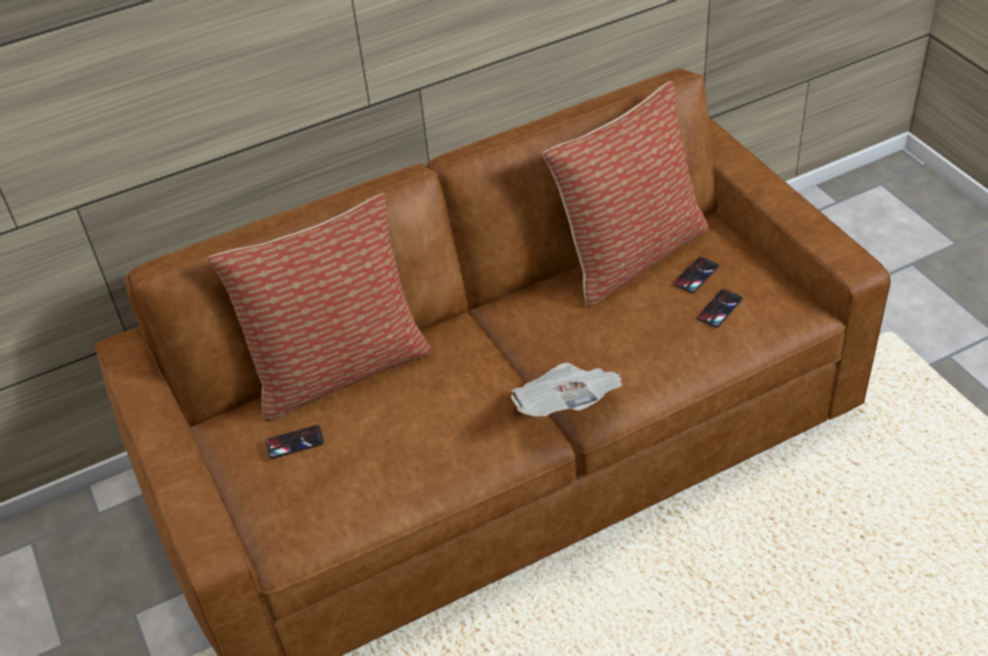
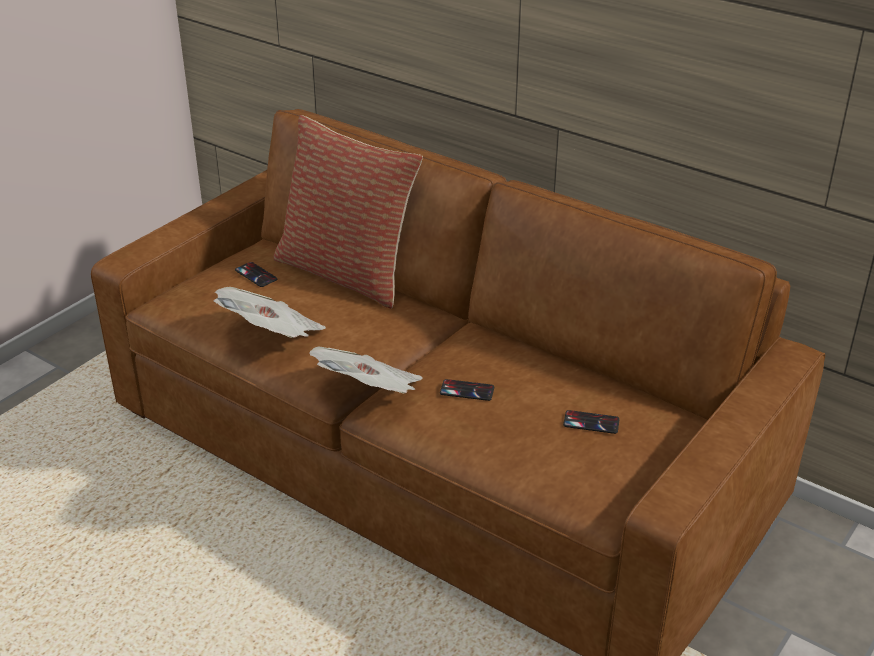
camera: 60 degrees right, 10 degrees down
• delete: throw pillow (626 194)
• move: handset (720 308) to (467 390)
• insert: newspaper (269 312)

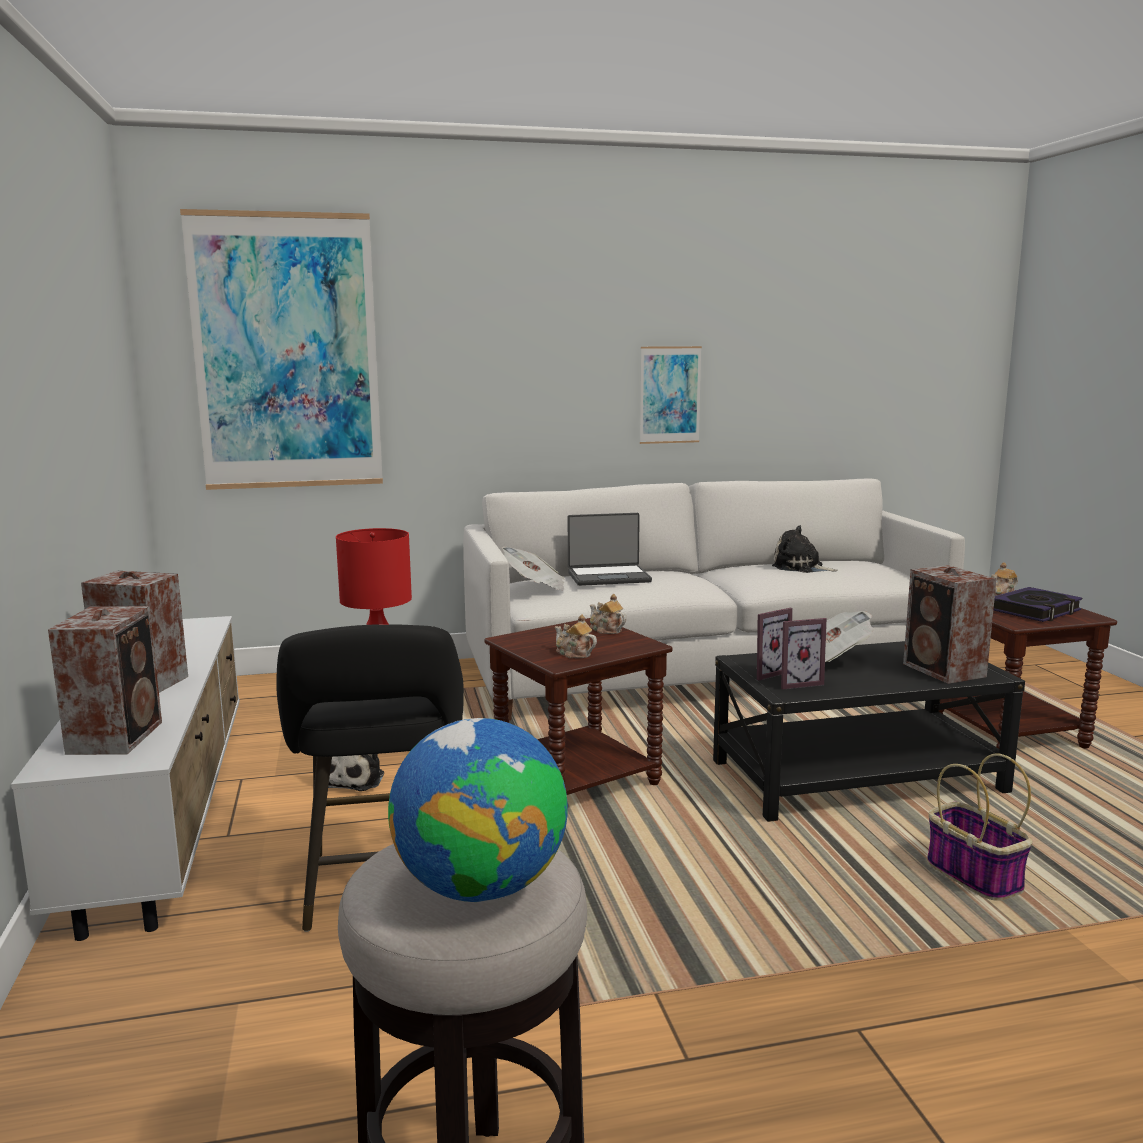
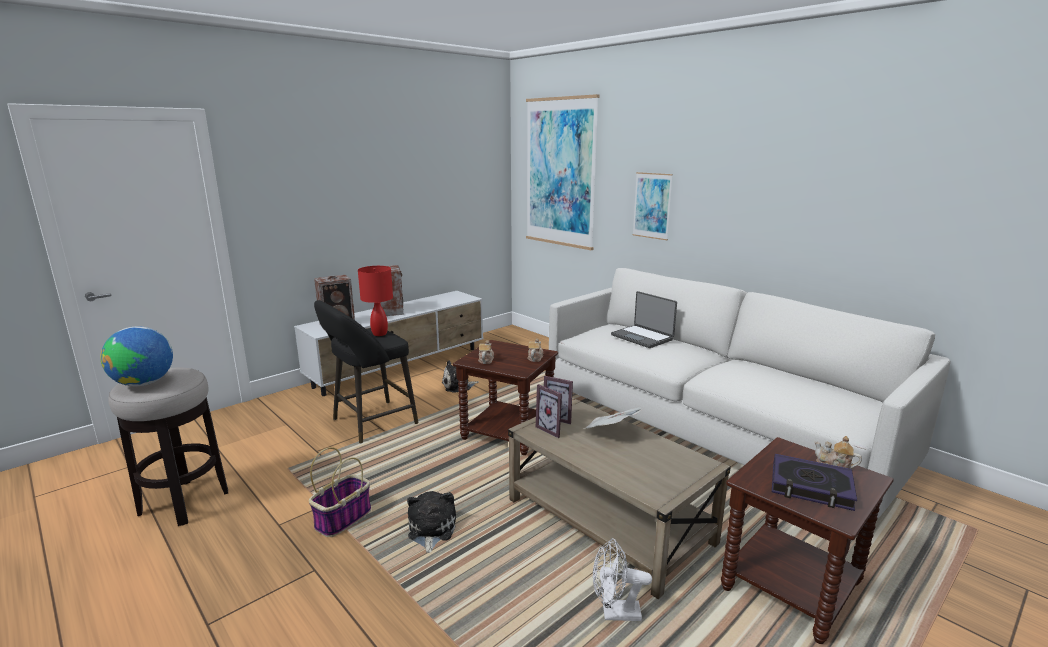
camera: 60 degrees right, 5 degrees up
• move: wall art (671 395) to (652 206)
• move: soft toy (805 549) to (431 522)
• delete: newspaper (533 568)
• delete: audio speaker (950 624)
• recolor: black-coloured low table (869 731) to sand-coloured low table (619 499)
• move: basket (980 827) to (340 492)
• insert: white electric fan (622 579)

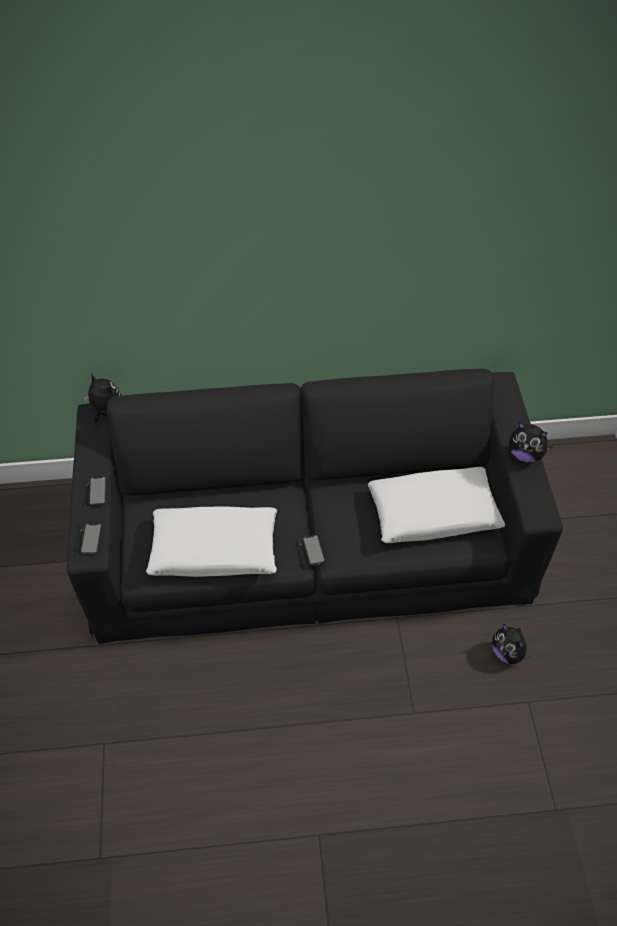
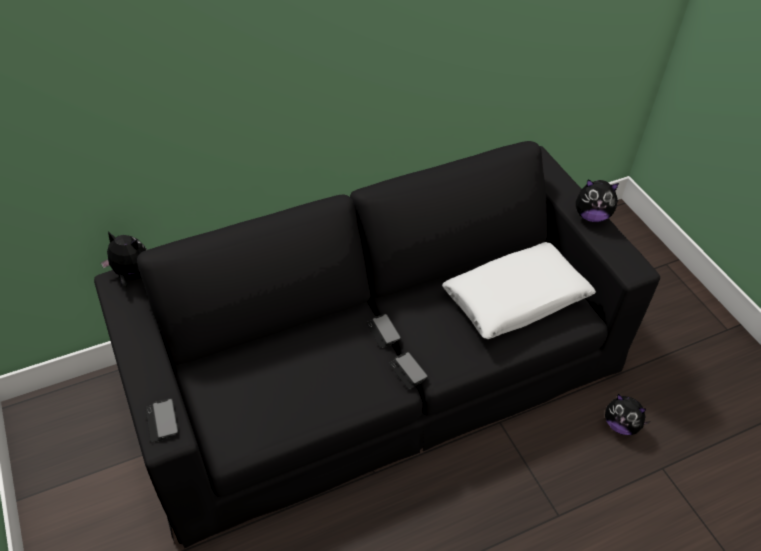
camera: 20 degrees left, 5 degrees down
• move: handset (95 491) to (383 330)
• delete: white throw pillow (211 541)

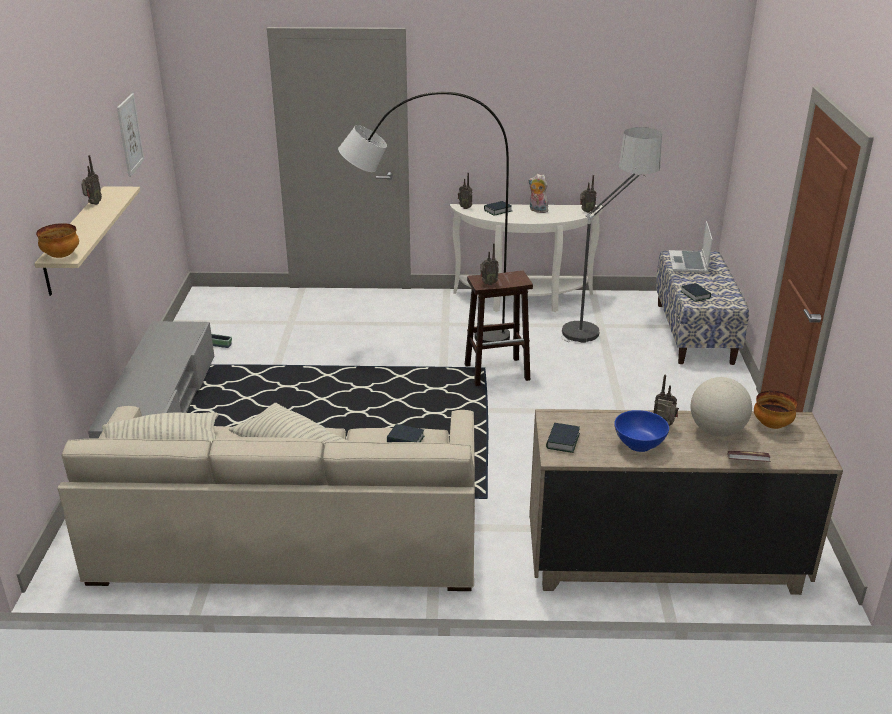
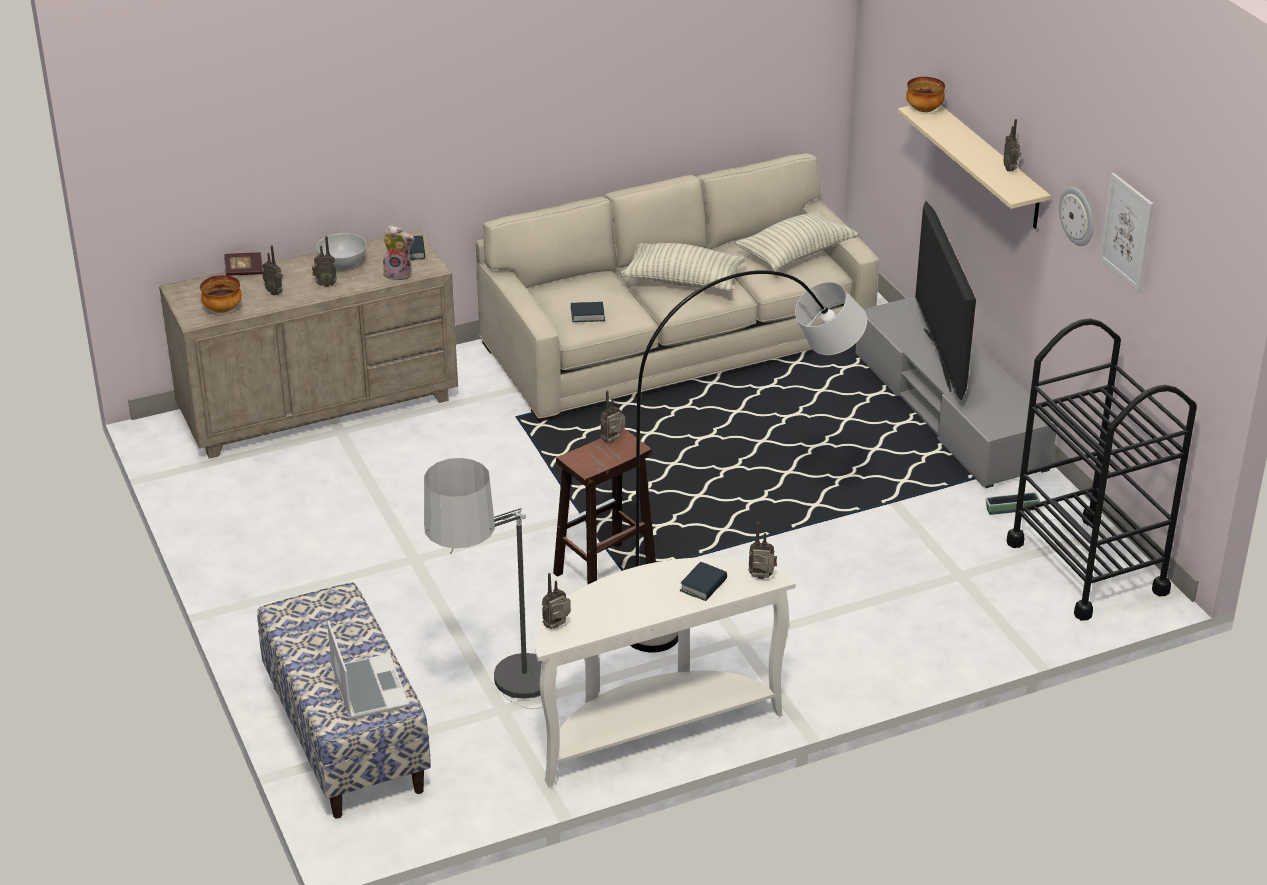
camera: 155 degrees right, 5 degrees up
• move: soft toy (538 193) to (399 253)
• delete: bound book (696 292)
• replace: globe (721 407) to radio (272 270)
• recolor: bluish bowl (641 431) to white bowl (341 252)
• insert: wall clock (1076 216)
• insert: TV set (945 301)
• insert: black-coloured trolley (1102 470)

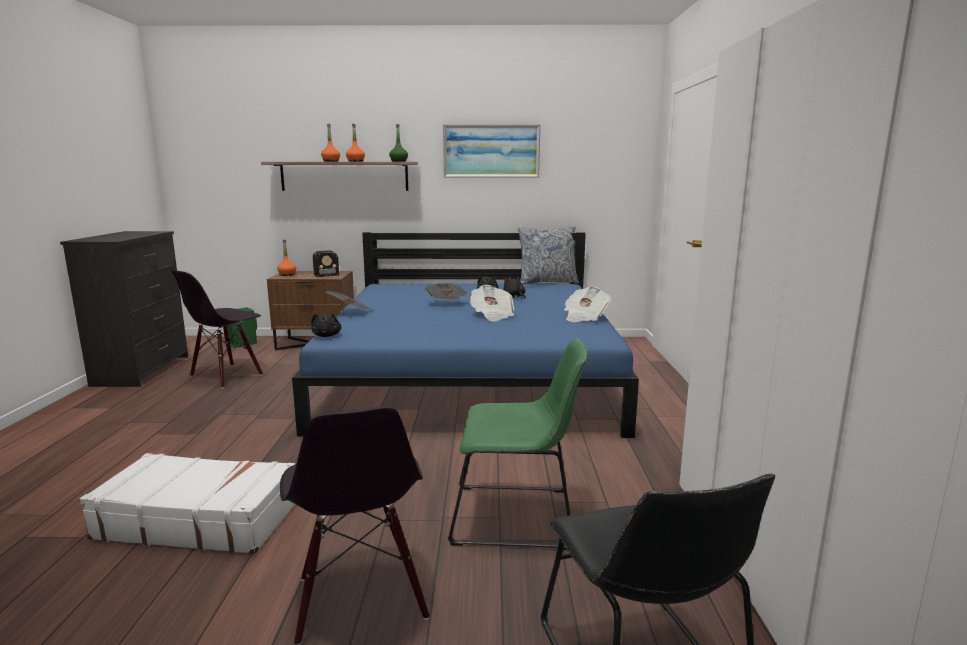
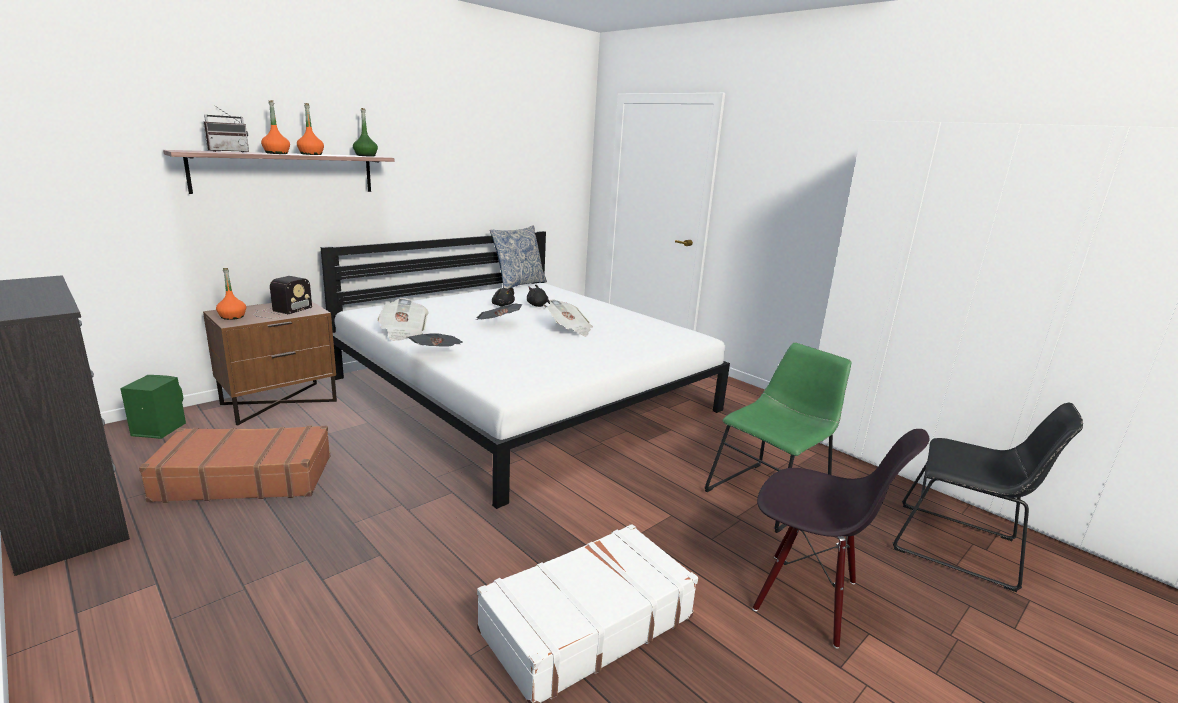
camera: 45 degrees left, 5 degrees up
• delete: wall art (491 151)
• recolor: bluish bedroom bed (465 335) to white bedroom bed (525 370)
• replace: black-coloured upright chair (217 329) to brownish piece of luggage (234 464)
• move: newspaper (587 304) to (403 319)
• delete: black-coloured soft toy (326 325)
• insert: radio (226 129)

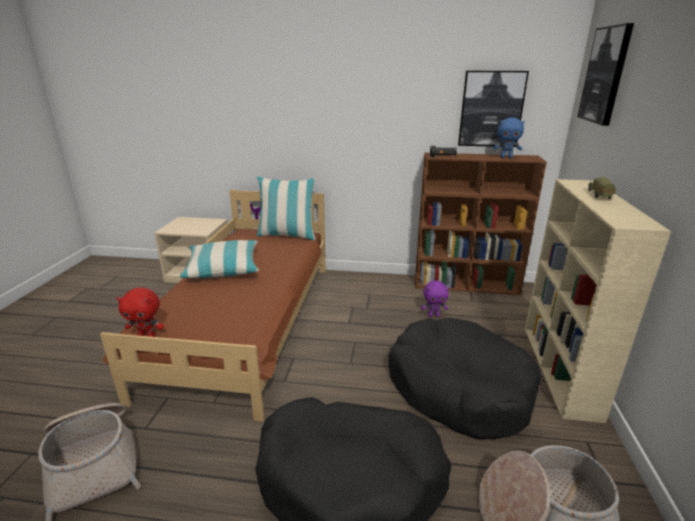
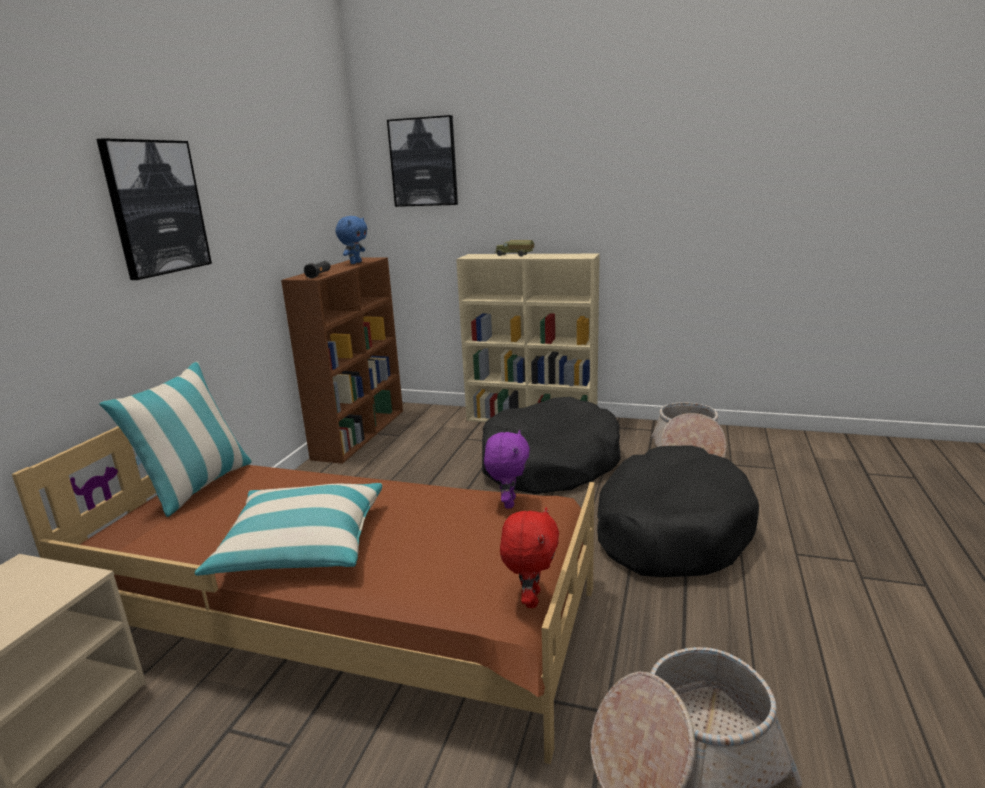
camera: 80 degrees left, 5 degrees down
• move: wall art (493 109) to (154 209)
• move: purple soft toy (435 298) to (507 469)

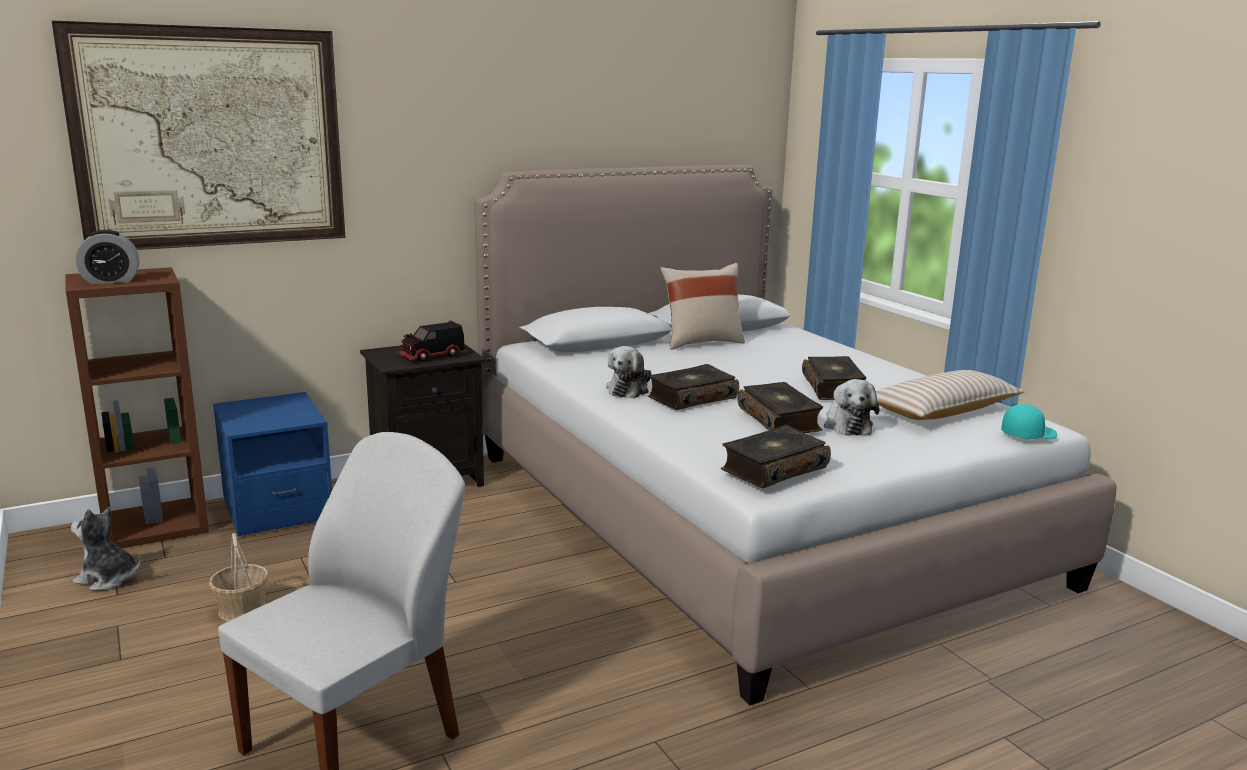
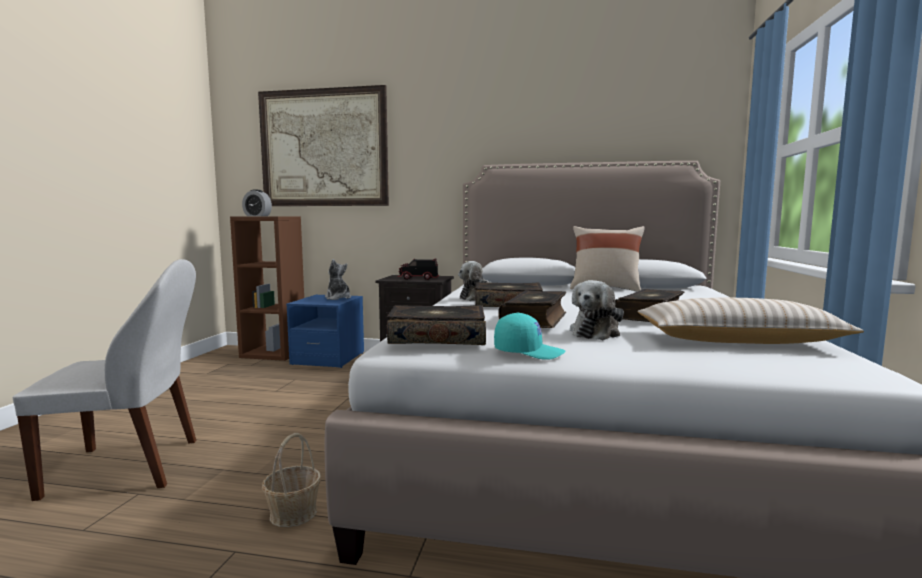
camera: 40 degrees right, 10 degrees down
• move: turquoise peaked cap (1029 421) to (529 336)
• move: soft toy (106 549) to (338 279)
• move: basket (239 577) to (291 480)

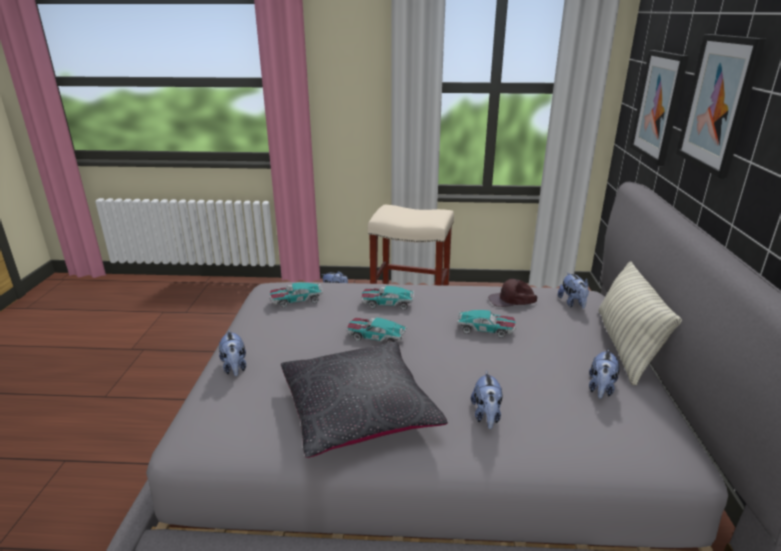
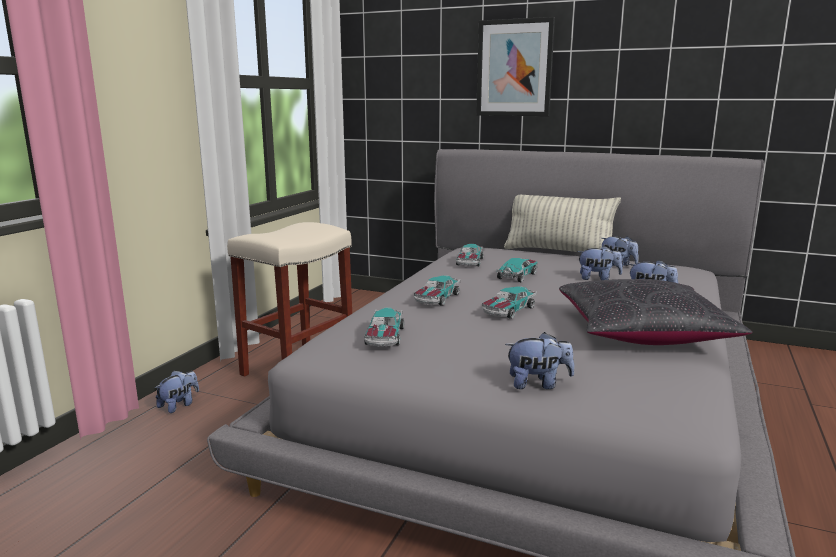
camera: 70 degrees left, 10 degrees down
• delete: wall art (659 108)
• move: soft toy (573 290) to (600 263)
• replace: brownish peaked cap (512 293) to toy car (470 255)

